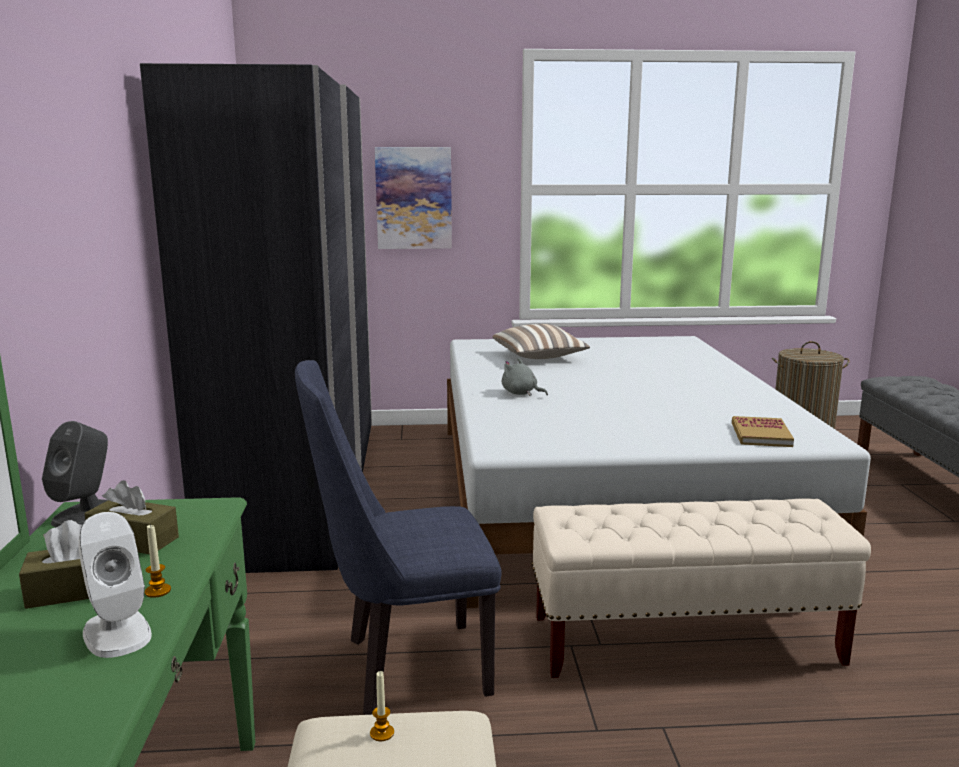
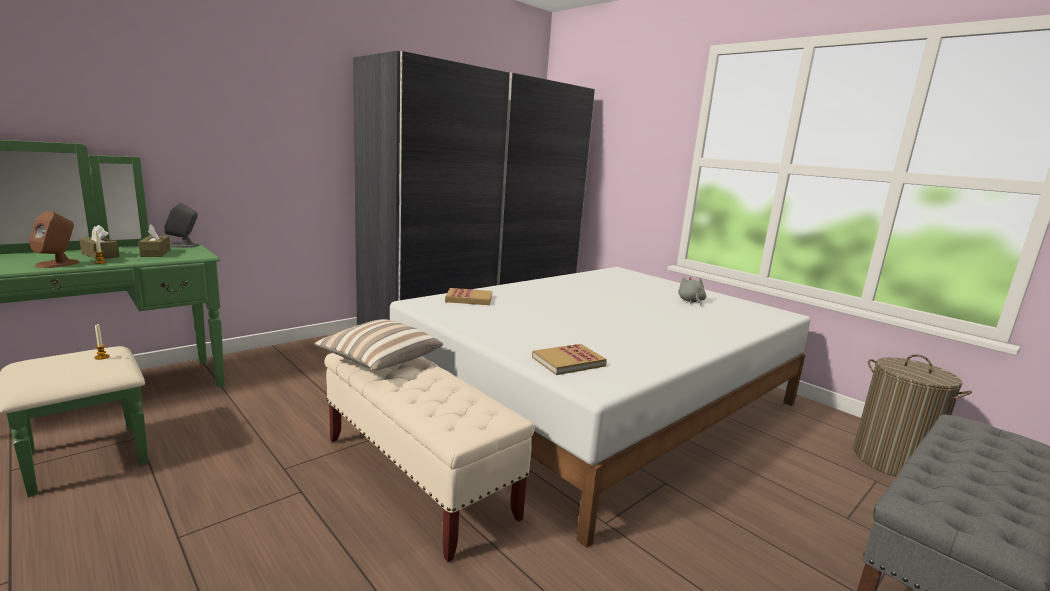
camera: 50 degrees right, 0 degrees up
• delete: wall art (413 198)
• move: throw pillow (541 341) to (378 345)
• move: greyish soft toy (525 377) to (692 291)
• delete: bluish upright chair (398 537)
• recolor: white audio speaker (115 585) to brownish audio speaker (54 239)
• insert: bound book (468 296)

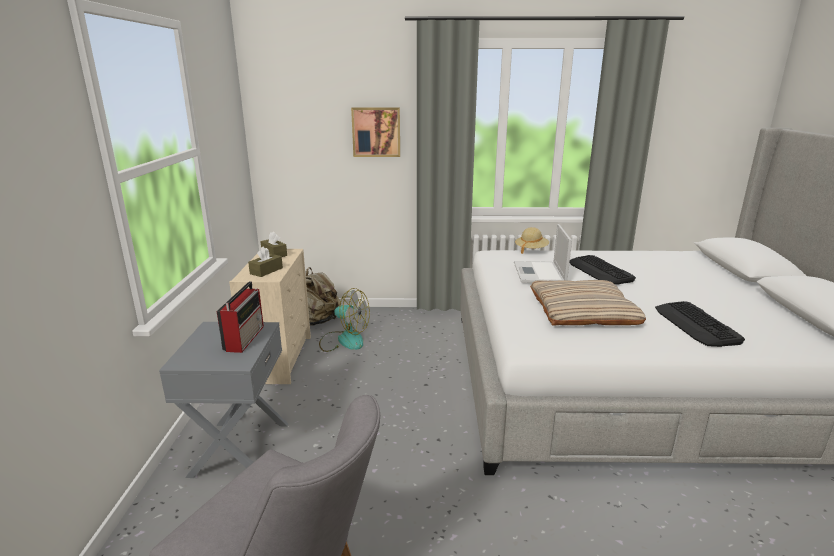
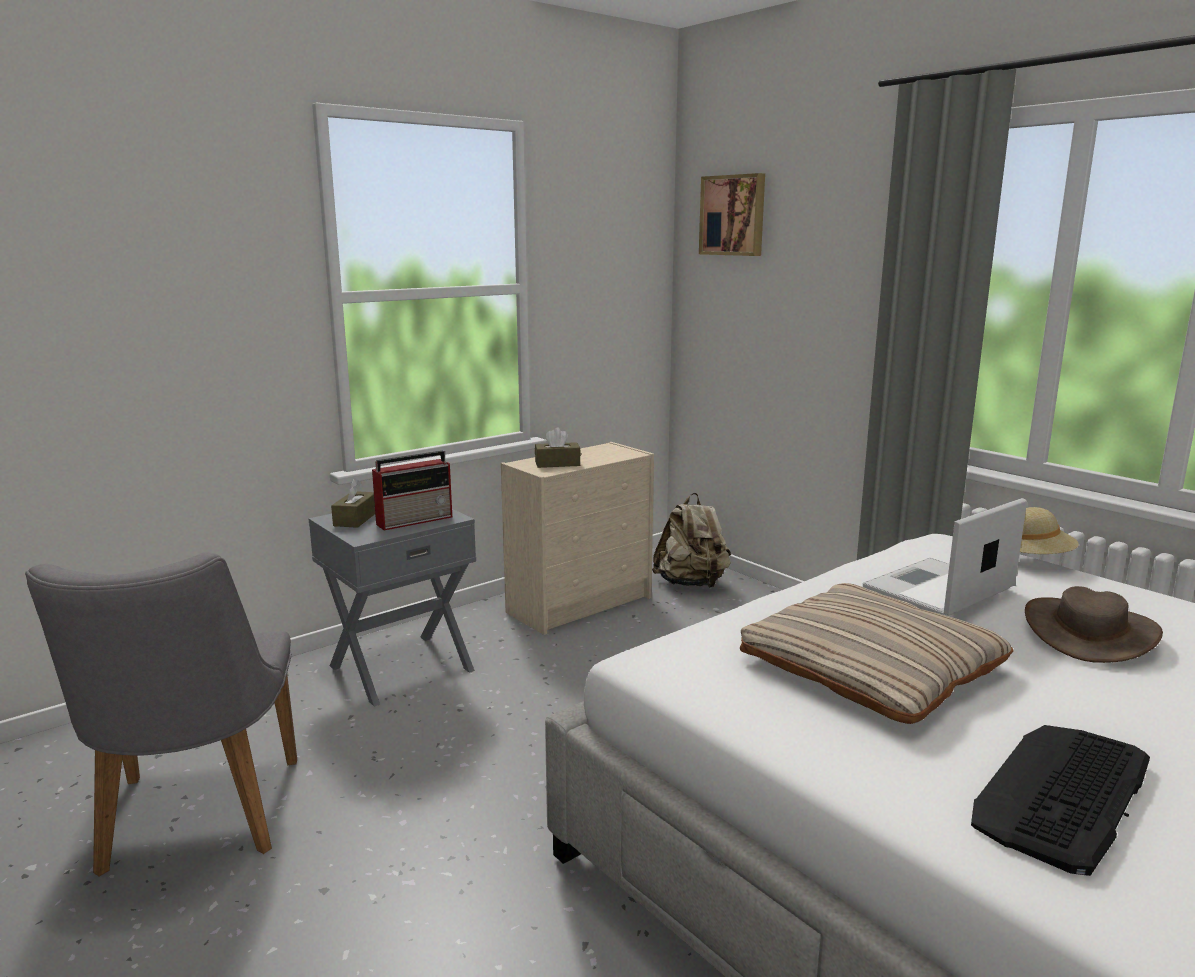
camera: 50 degrees right, 5 degrees down
• move: wall art (375 132) to (732 214)
• move: brownish tissue holder (273 244) to (353 503)
• replace: computer keyboard (602 269) to brownish hat (1094 624)
• delete: electric fan (344 320)

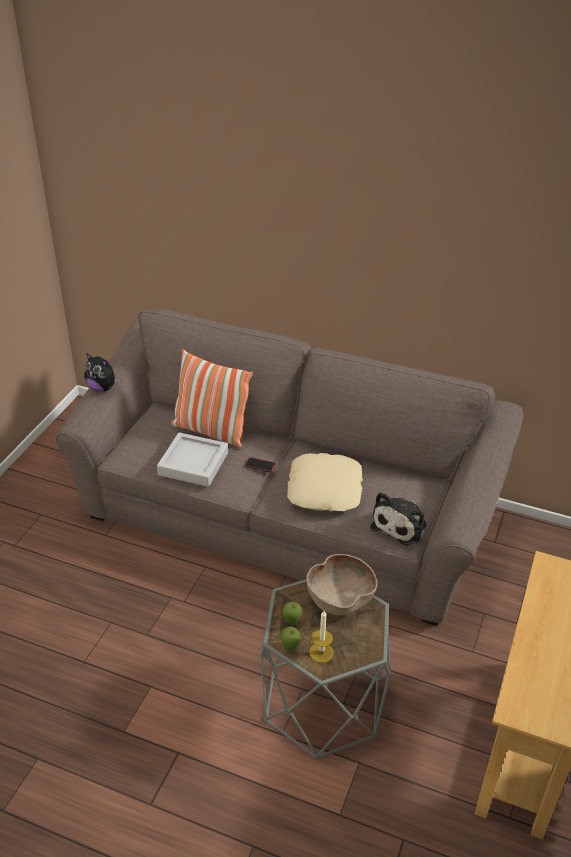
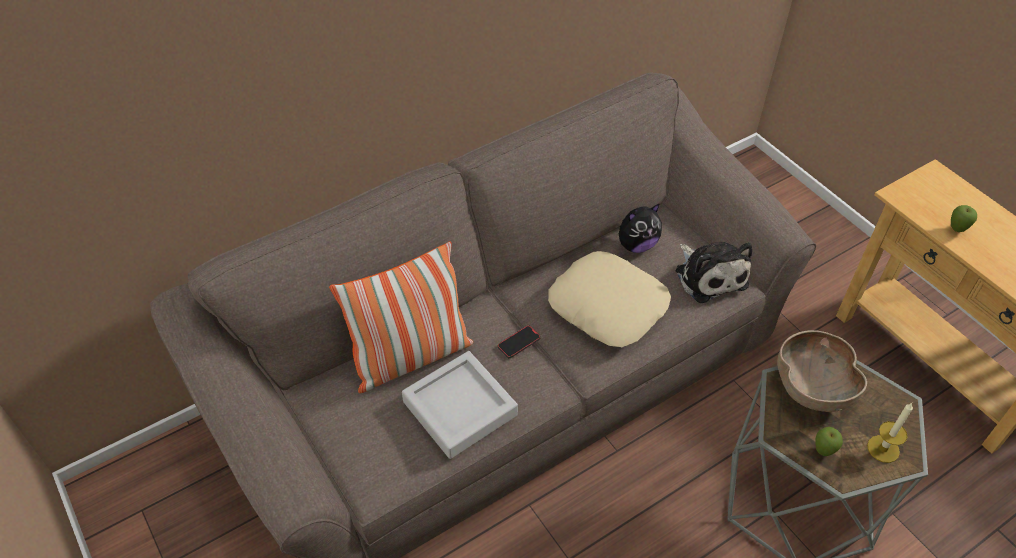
camera: 55 degrees left, 10 degrees up
• move: soft toy (102 372) to (640 228)
• move: whole apple (291 638) to (964 218)

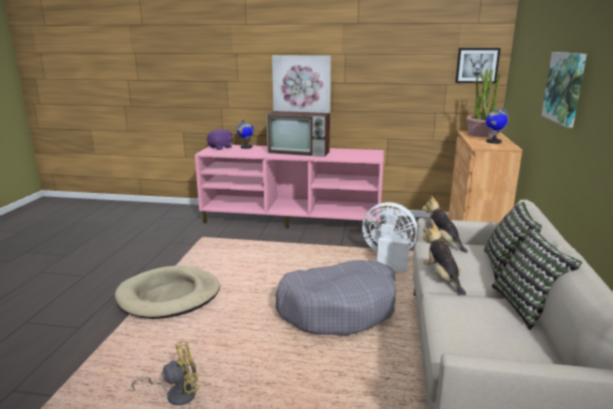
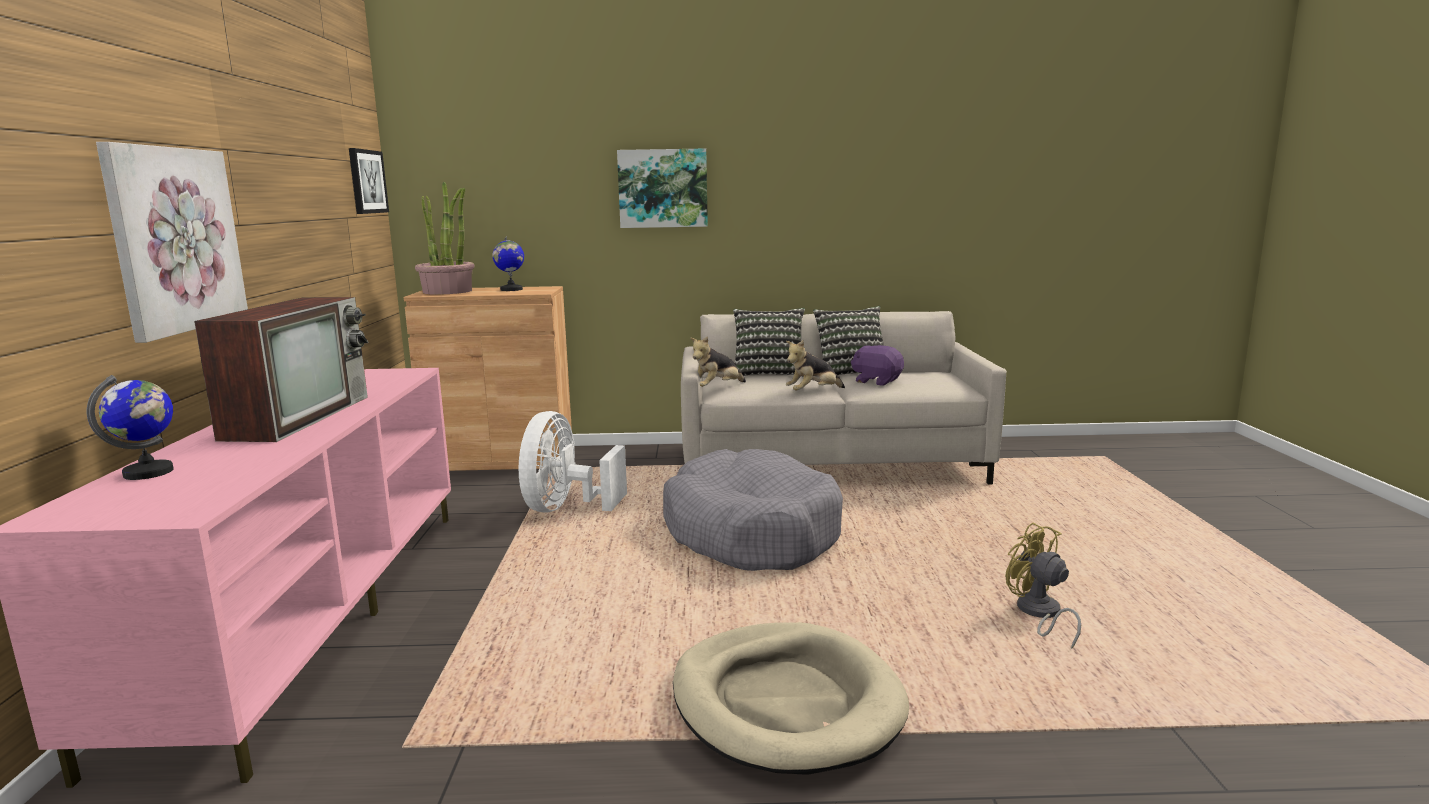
camera: 100 degrees left, 5 degrees down
• move: purple soft toy (220 139) to (877 365)

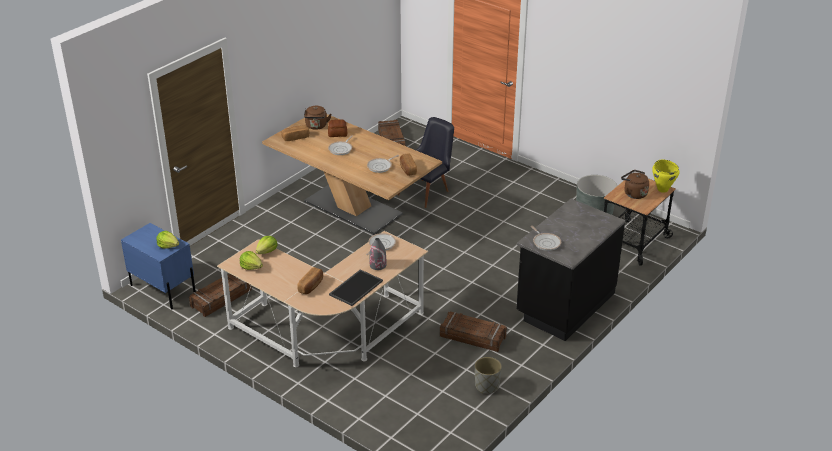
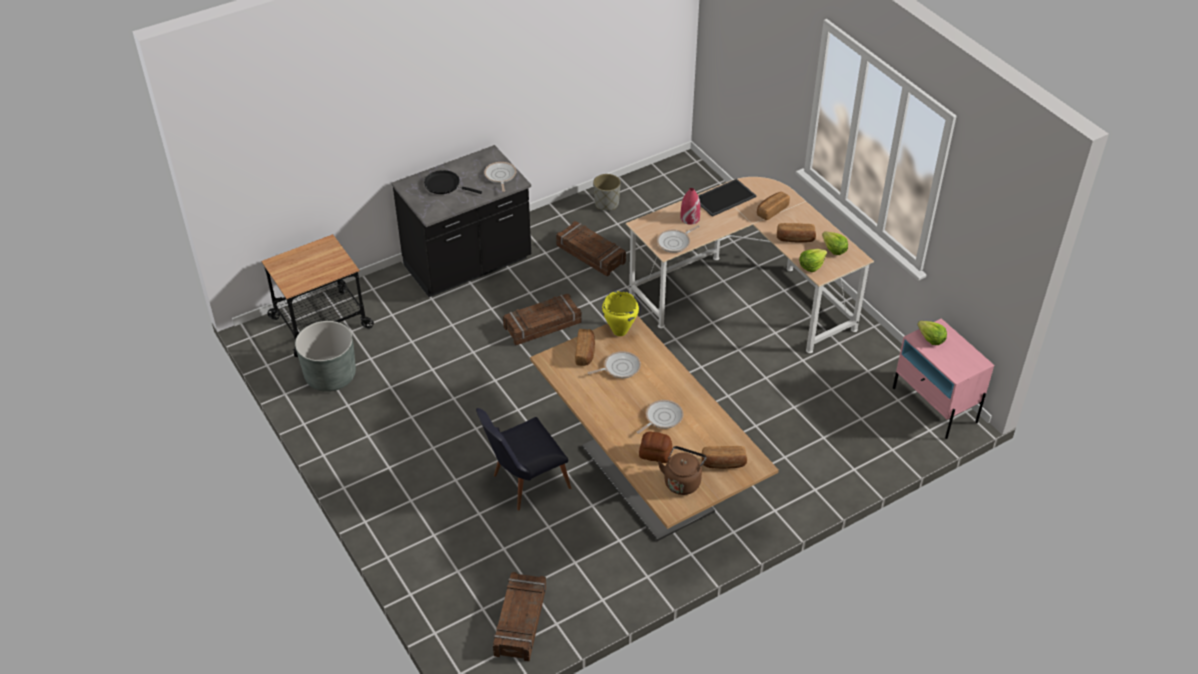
camera: 160 degrees left, 10 degrees up
• move: yellowish cooking pot (665 176) to (620 313)
• delete: brownish tea kettle (635 184)
• recolor: bluish nightstand (158 266) to pinkish nightstand (943 378)
• recolor: greyish flower vase (377 254) to red-coloured flower vase (690 206)
• move: crate (220 295) to (542 319)
• insert: black-coloured pan (453 182)
• insert: bakery bread (796 233)

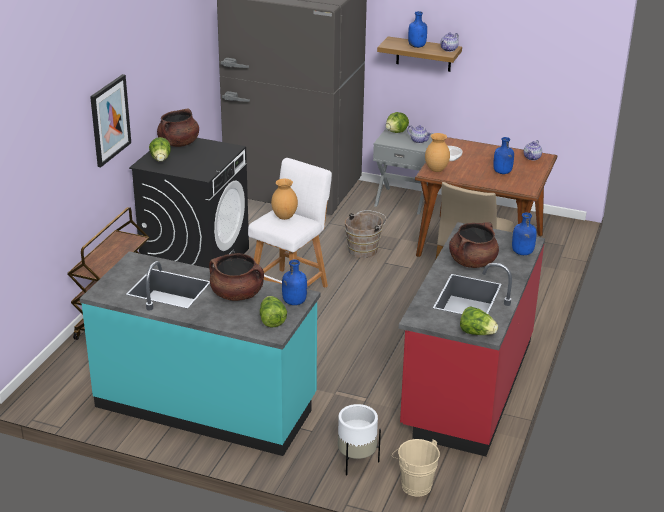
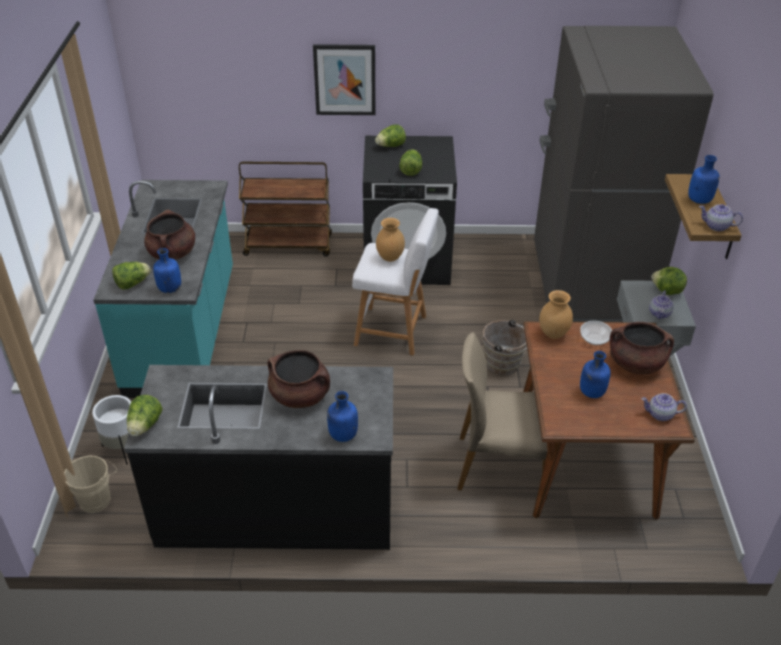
camera: 70 degrees right, 10 degrees up
• move: brownish cooking pot (178 128) to (641 348)
• recolor: red-coloured counter (472 339) to black-coloured counter (258 457)
• insert: head of lettuce (410 162)

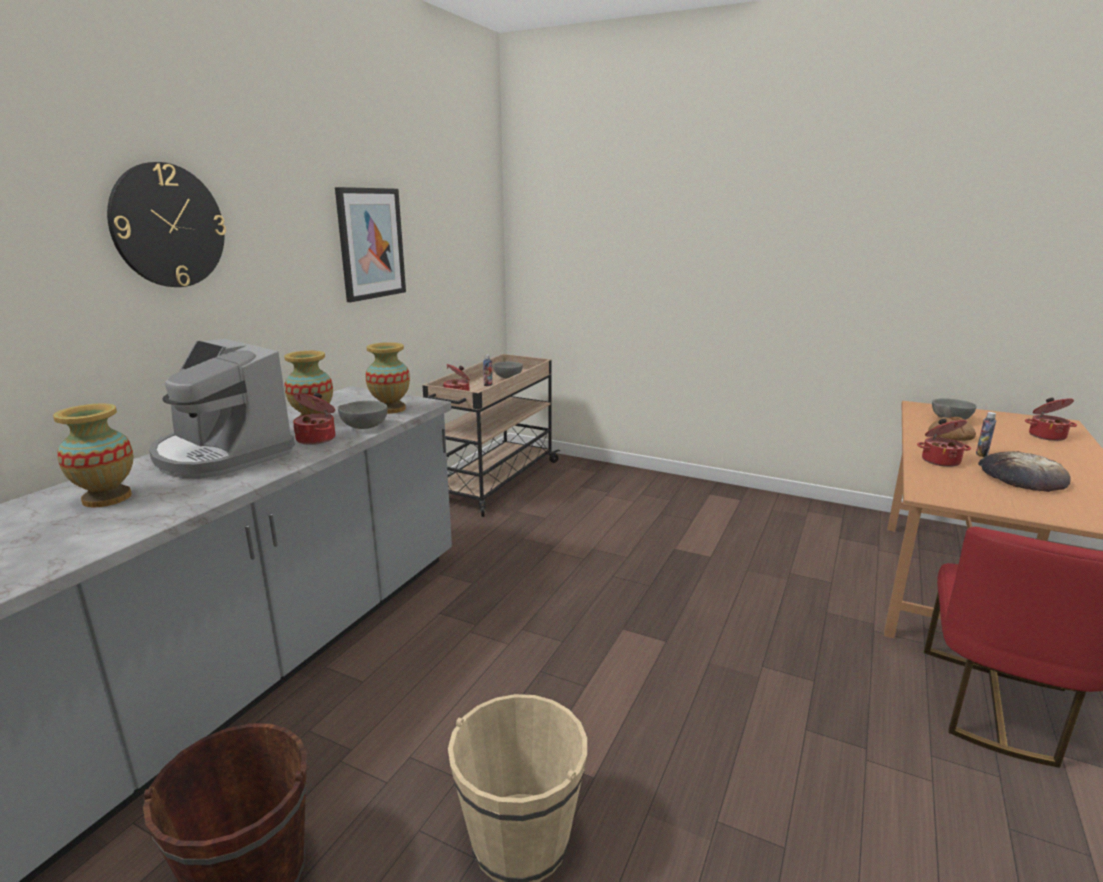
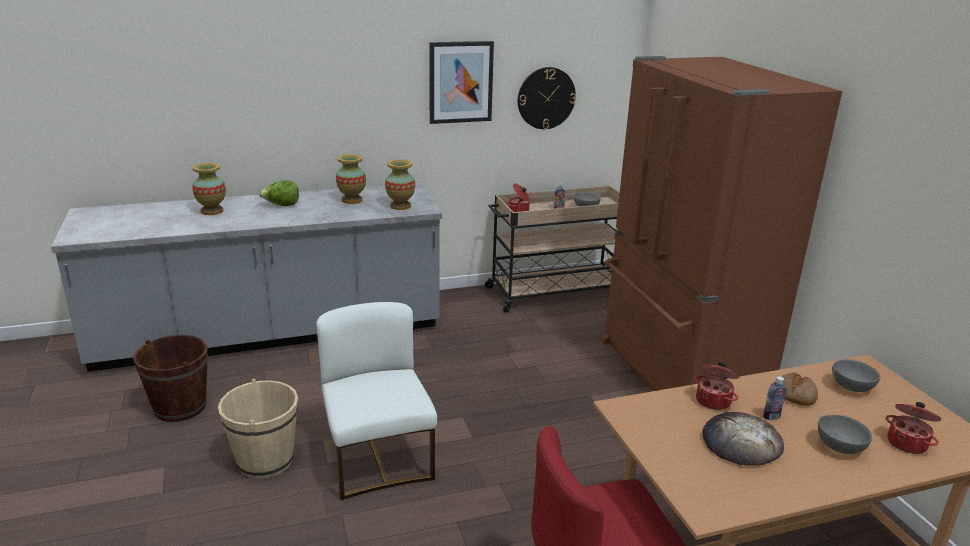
camera: 45 degrees right, 5 degrees up
• move: wall clock (166 224) to (547 98)
• replace: coffee brewer (222 409) to head of lettuce (279 193)
• delete: cooking pot (314 419)
• move: greyish bowl (363 415) to (845 434)
• insert: brownish kitchen fridge (721 223)
• insert: white upright chair (376 401)

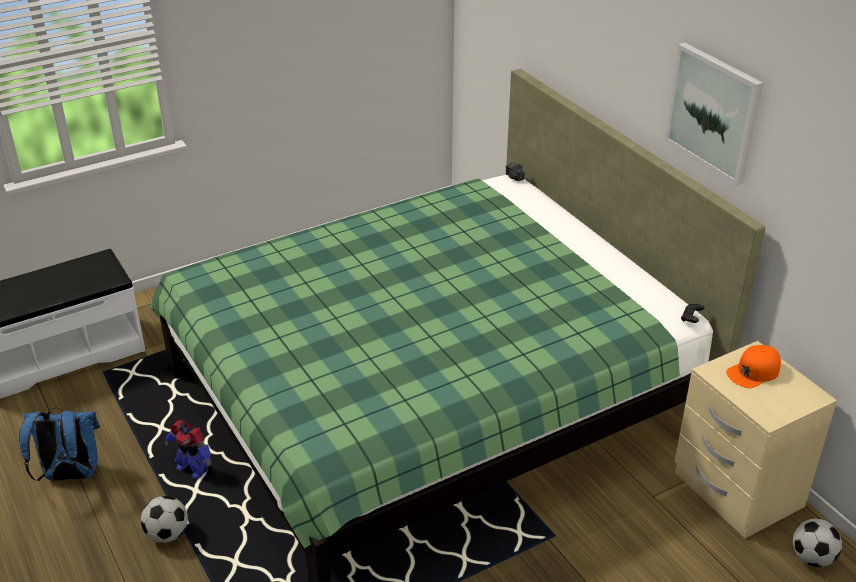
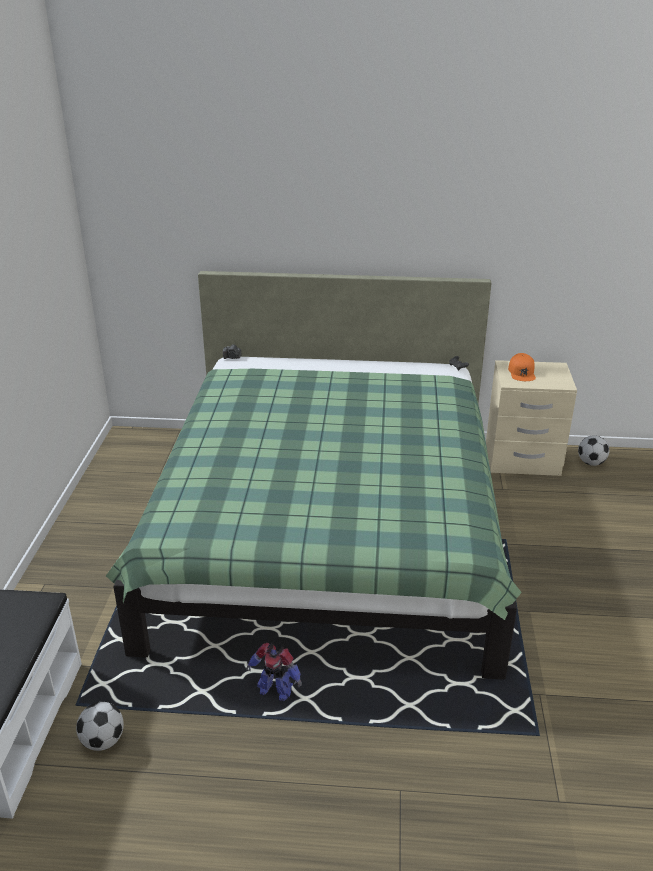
camera: 55 degrees left, 5 degrees down
• delete: wall art (714 114)
• delete: bluish backpack (59 444)
• rotate: toy robot (187 449) = (274 672) 45 degrees clockwise
• move: football ball (164 519) to (100 726)

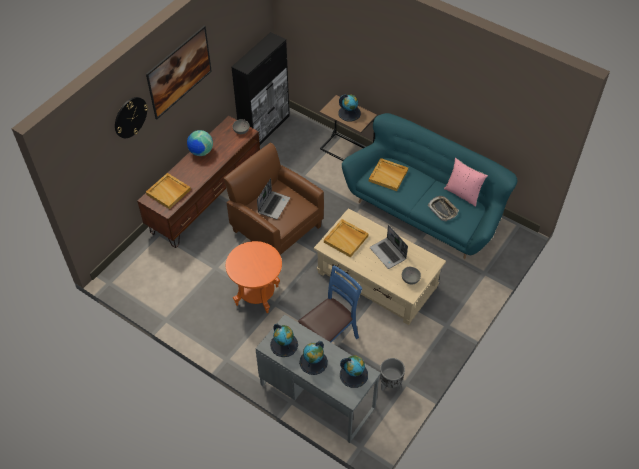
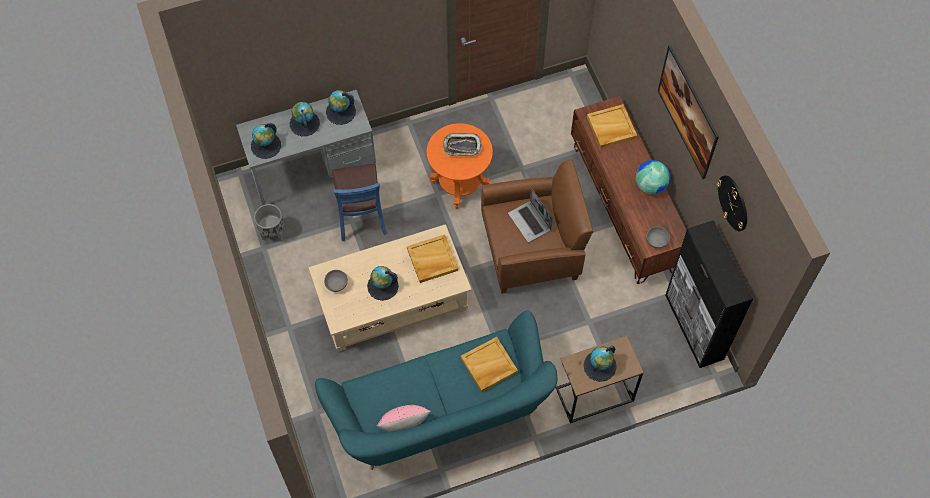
camera: 125 degrees right, 10 degrees up
• move: wall clock (131 117) to (732 203)
• move: tray (443 208) to (462 144)
• replace: notebook computer (389 247) to globe (383 283)

